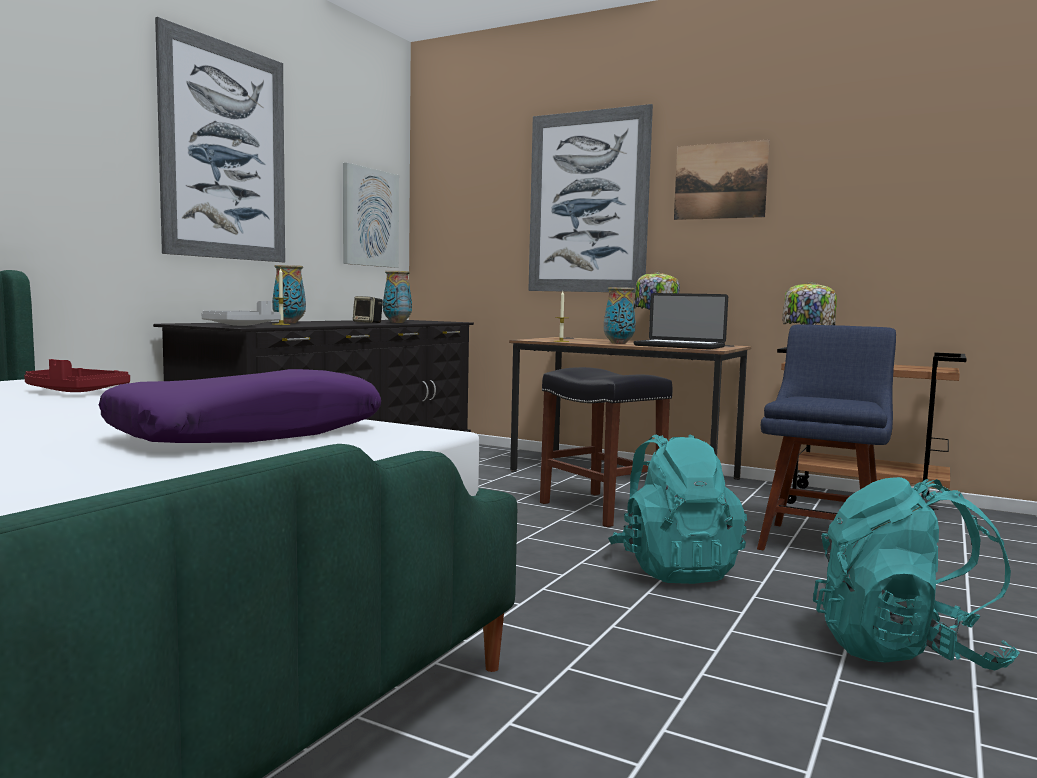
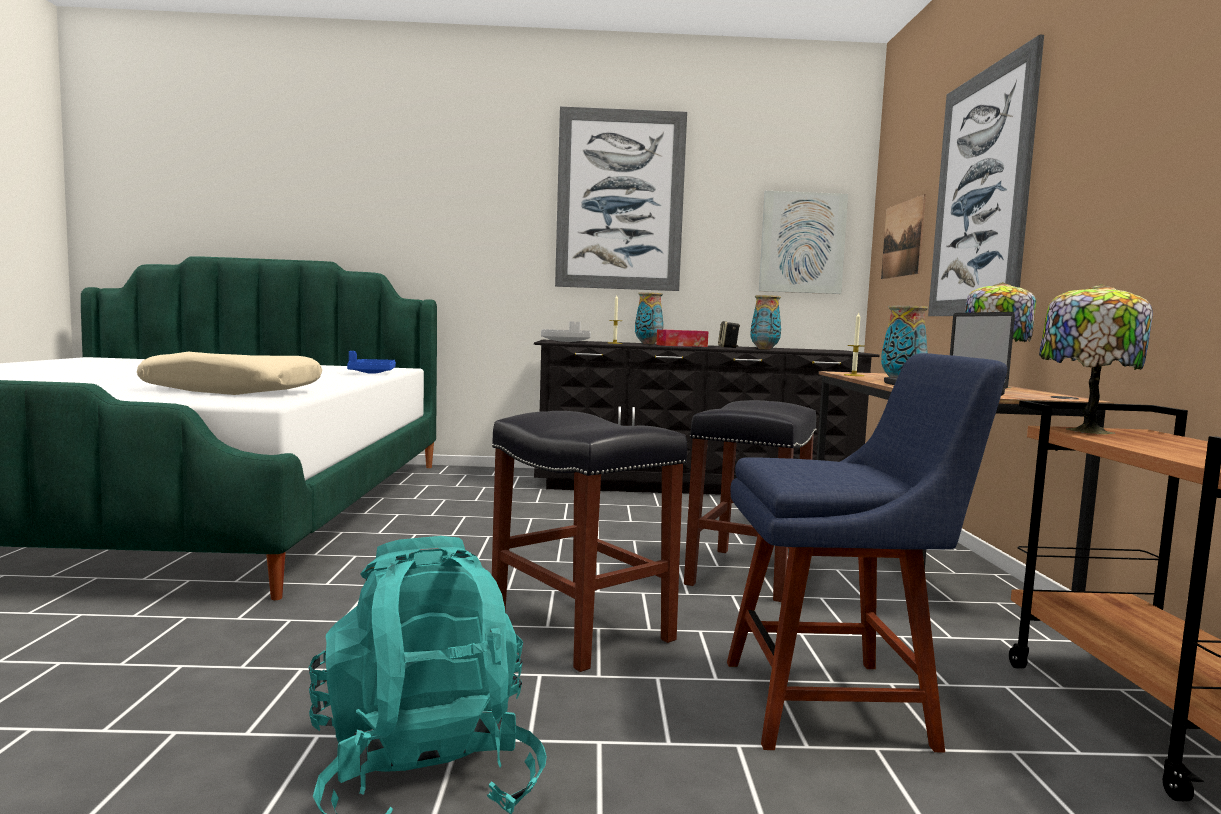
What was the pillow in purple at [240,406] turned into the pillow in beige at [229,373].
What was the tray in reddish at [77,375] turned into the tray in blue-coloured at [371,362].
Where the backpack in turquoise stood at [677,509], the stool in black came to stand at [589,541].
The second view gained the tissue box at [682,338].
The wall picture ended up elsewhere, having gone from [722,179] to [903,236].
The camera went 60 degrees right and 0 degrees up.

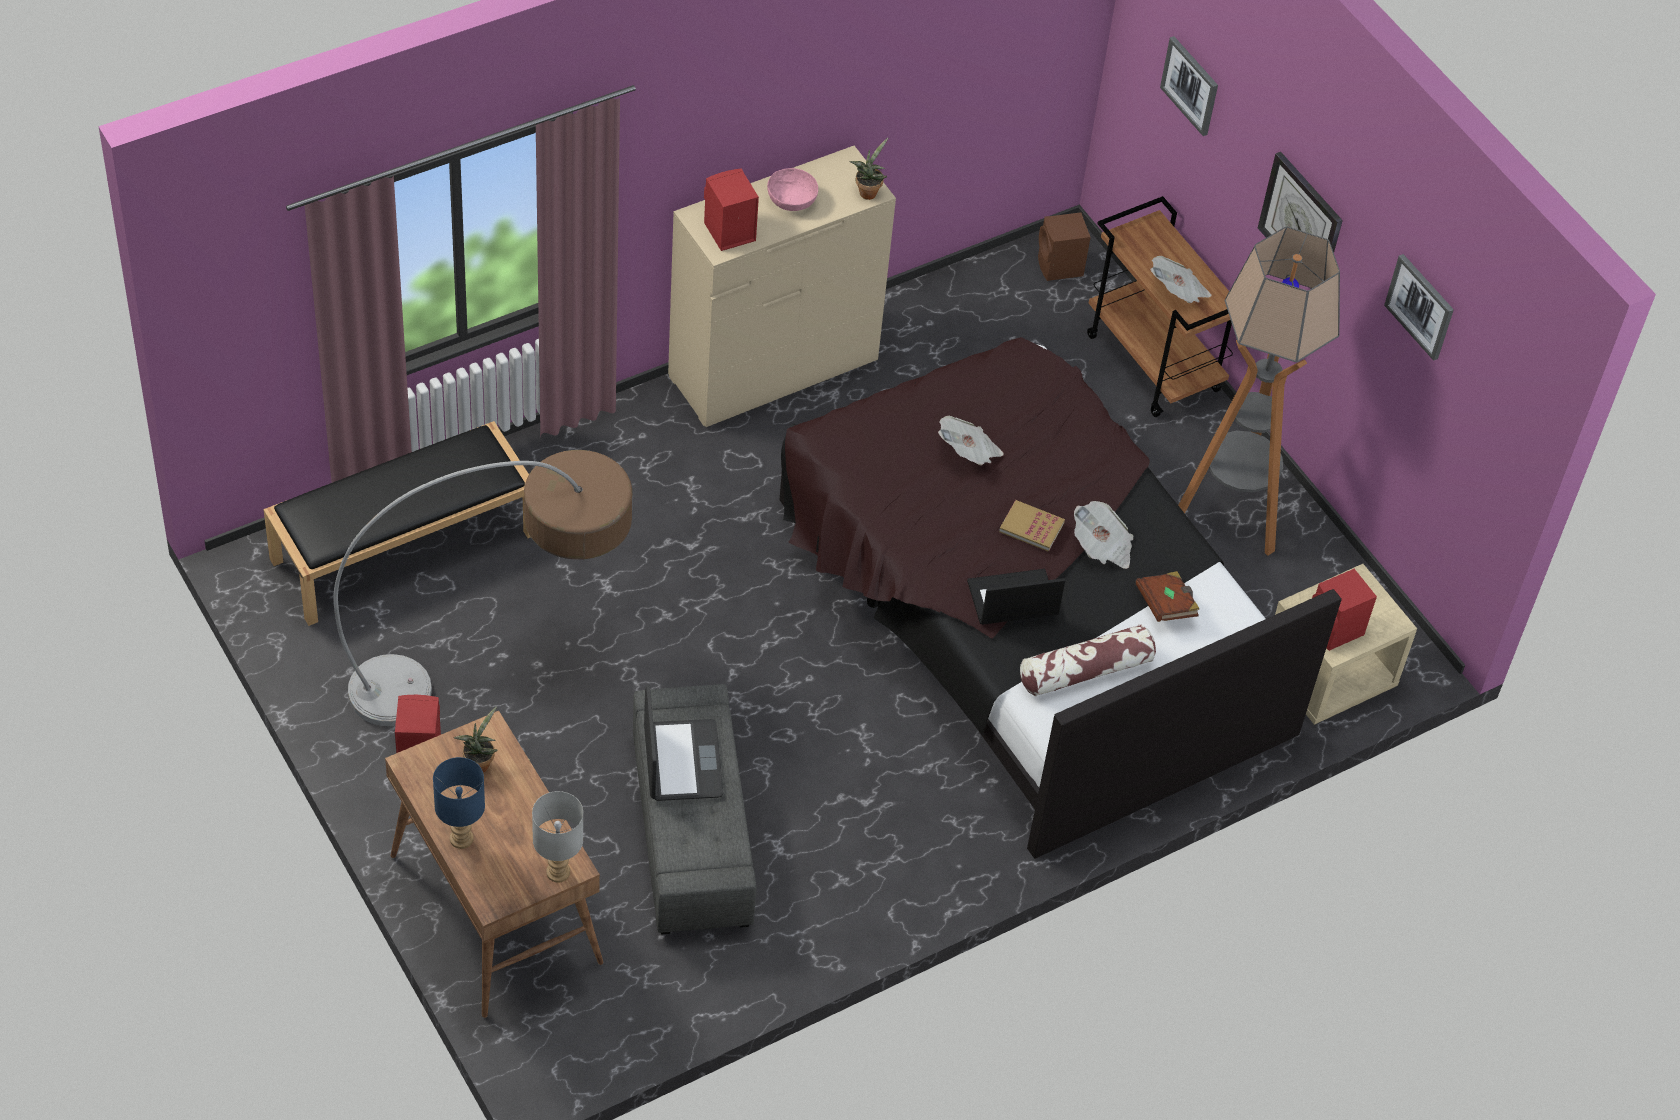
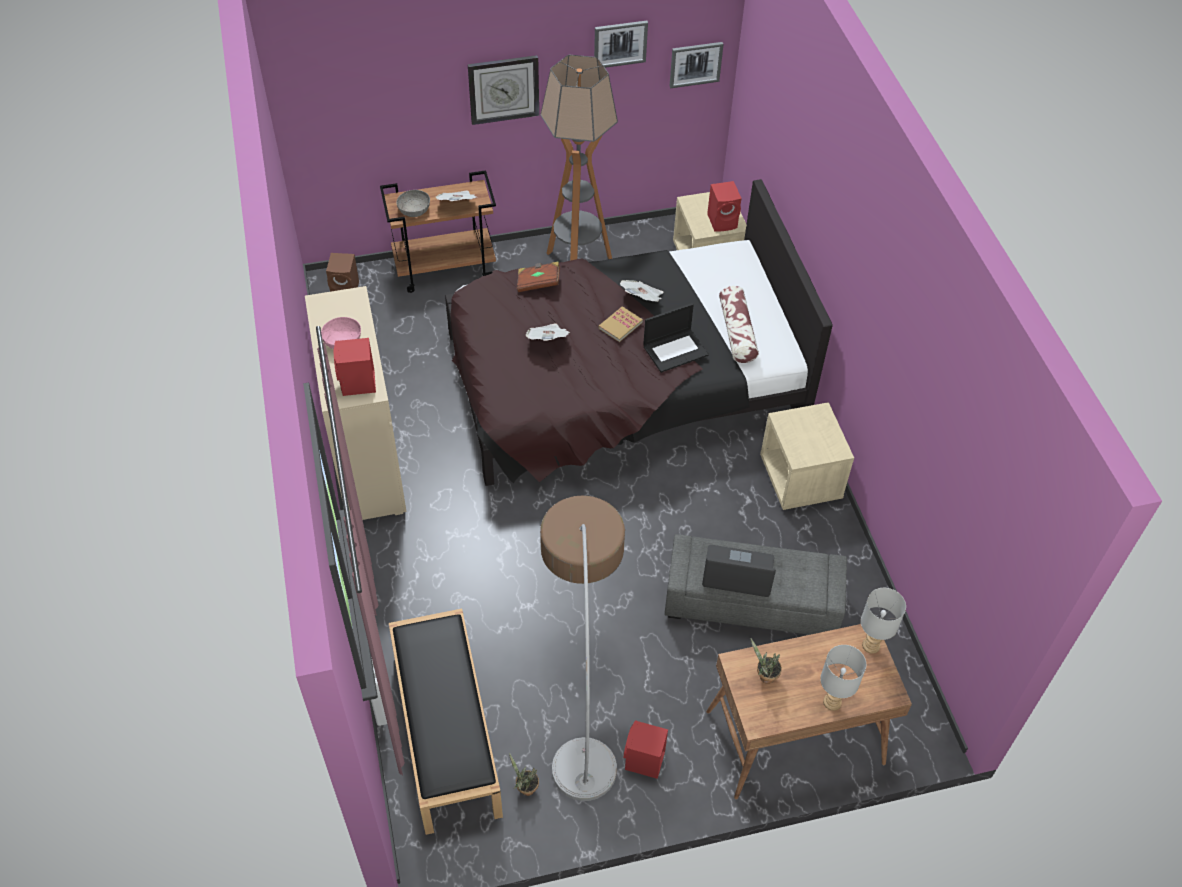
The second view gained the serving bowl in greyish at [413,203].
The potted plant ended up elsewhere, having gone from [869,169] to [524,774].
The volume in brownish ended up elsewhere, having gone from [1167,596] to [538,276].
The portable computer at [1016,597] ended up facing another way, 120 degrees counterclockwise from before.
The wall picture ended up elsewhere, having gone from [1189,86] to [696,65].
The second view gained the nightstand in beige at [807,456].
What was the tabletop lamp in blue-coloured at [459,803] turned into the tabletop lamp in greyish at [843,678].
The camera went 70 degrees left and 0 degrees up.

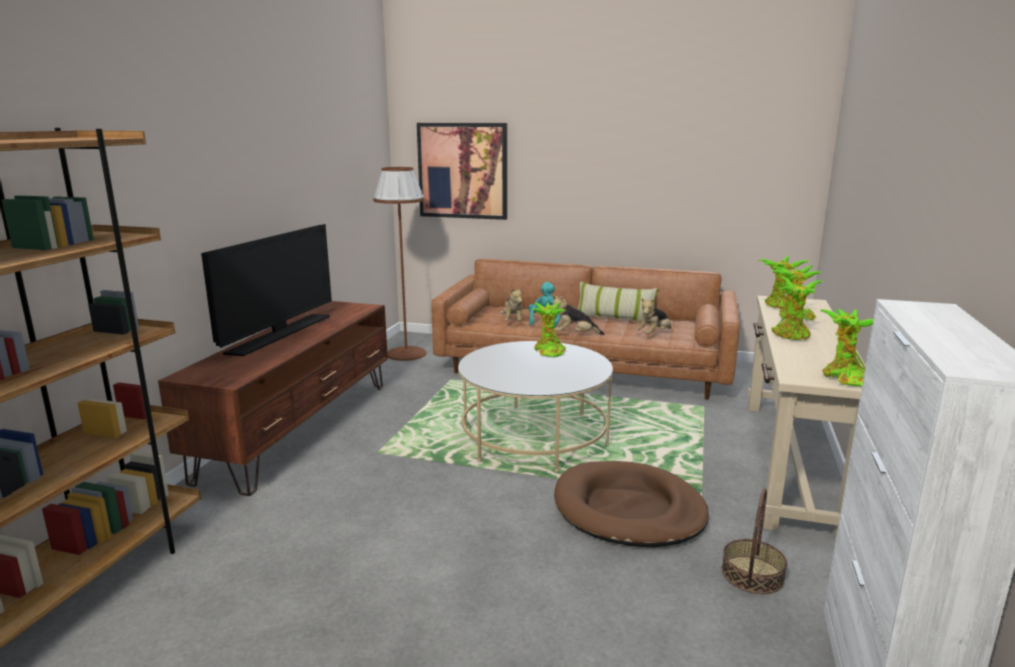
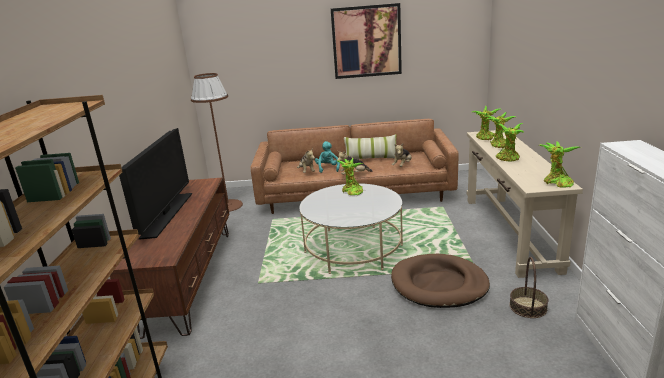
The wall picture ended up elsewhere, having gone from [462,171] to [366,41].
The camera went 15 degrees left and 5 degrees up.

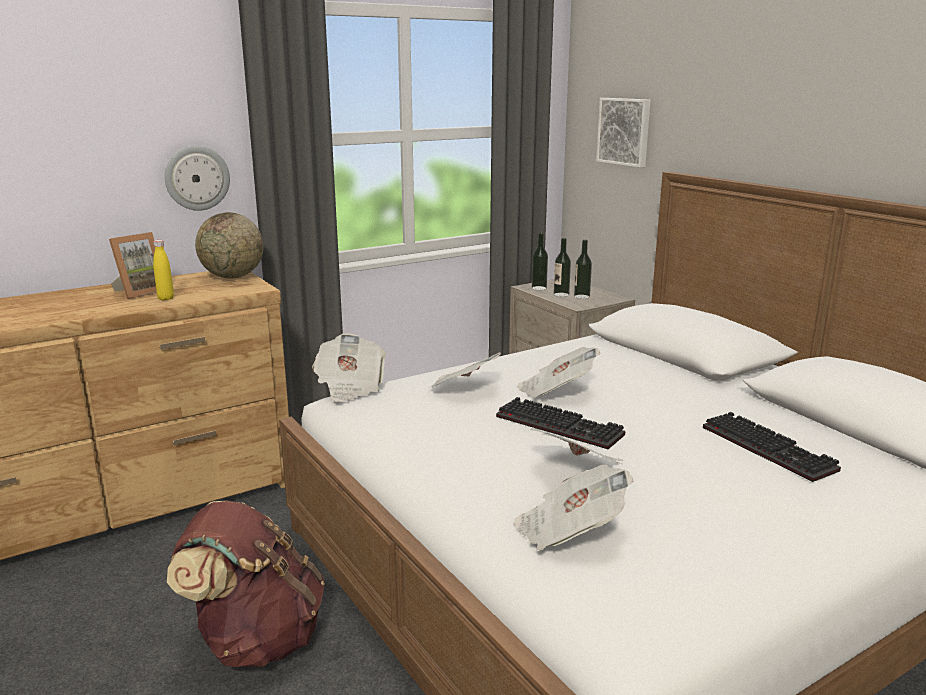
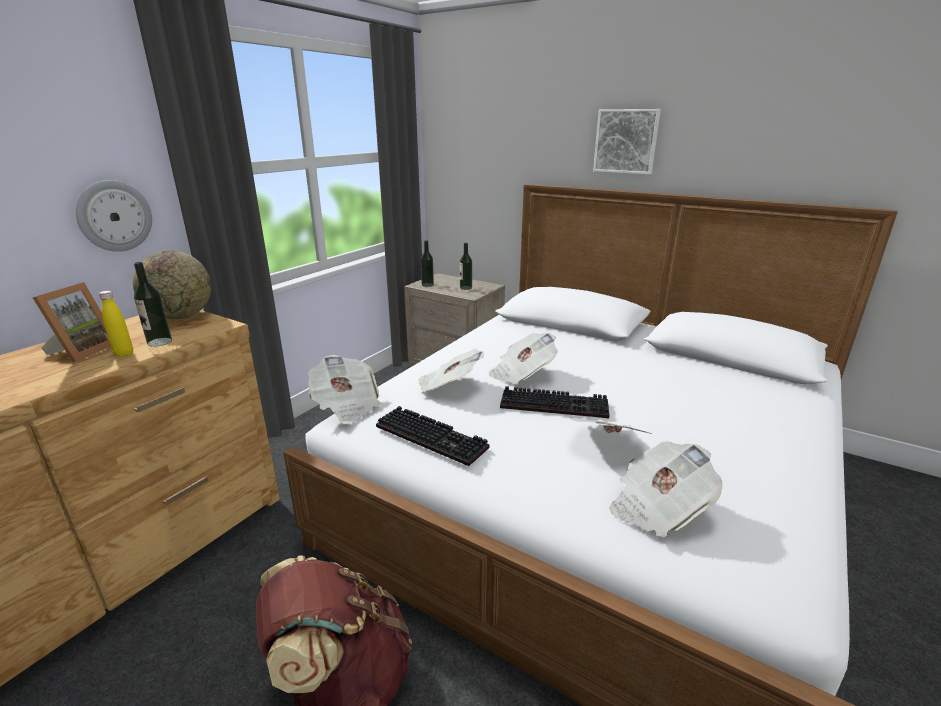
The drink bottle ended up elsewhere, having gone from [562,267] to [153,304].
The keyboard ended up elsewhere, having gone from [772,447] to [433,436].
The wall picture ended up elsewhere, having gone from [623,132] to [627,142].
The camera went 25 degrees left and 5 degrees up.

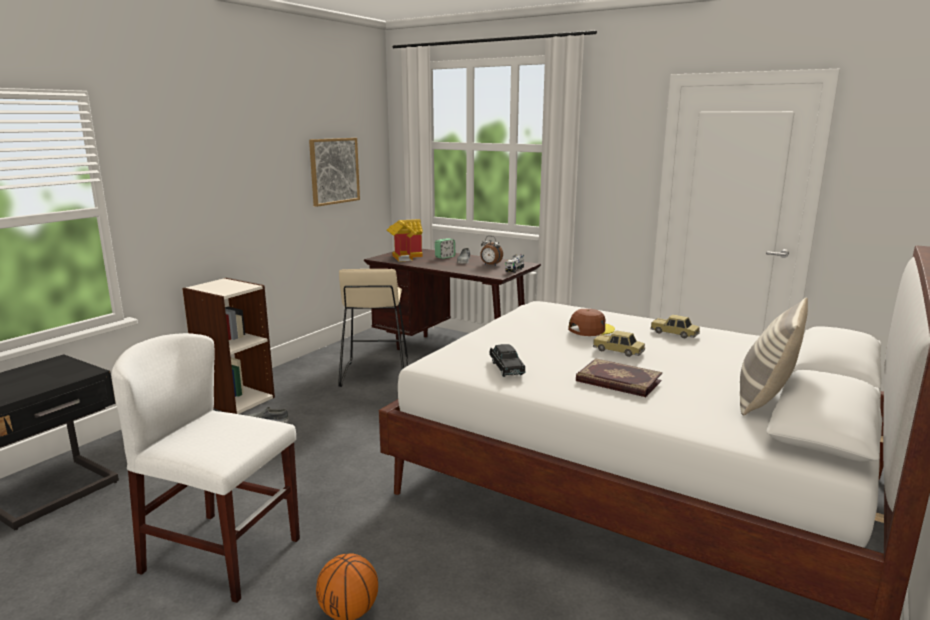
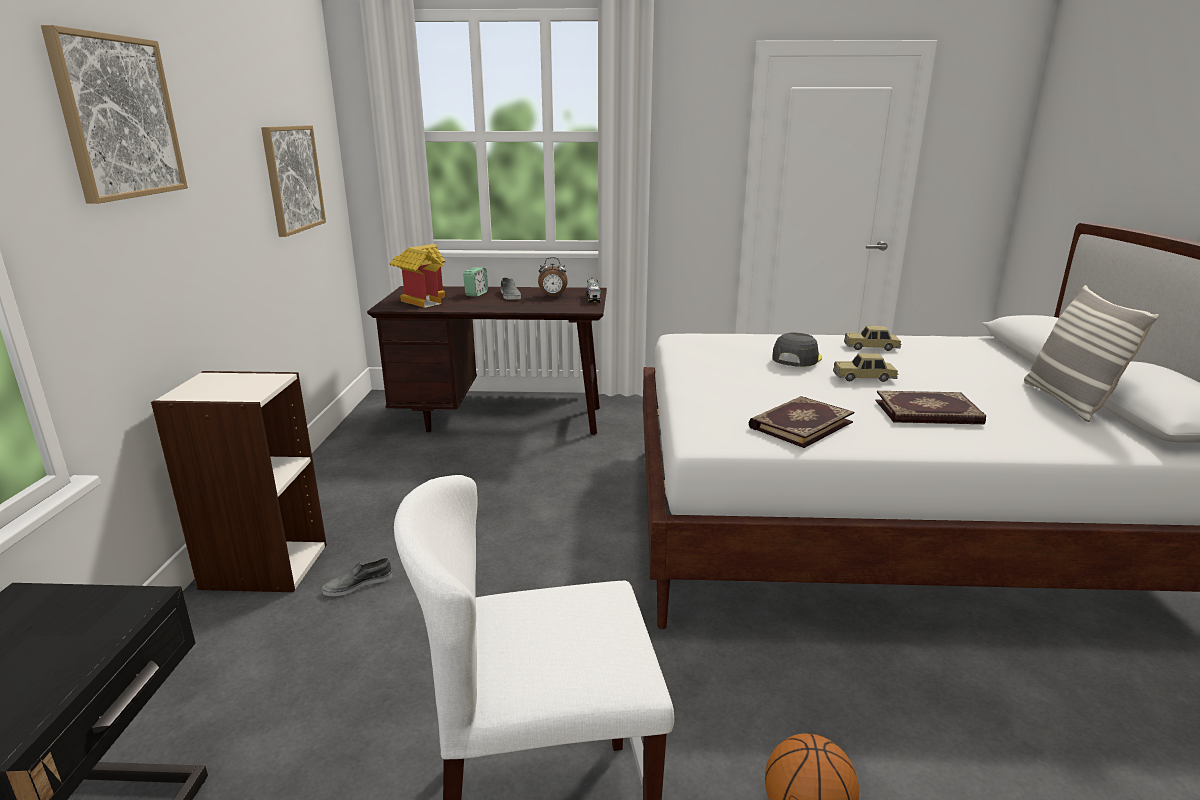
The second view gained the wall picture at [114,114].
Where the miniature car in black stood at [507,360], the volume came to stand at [801,422].
What was the cap in brownish at [591,322] turned into the cap in greyish at [797,350].
The second view lost the stool in beige at [373,328].
The camera went 30 degrees left and 5 degrees up.

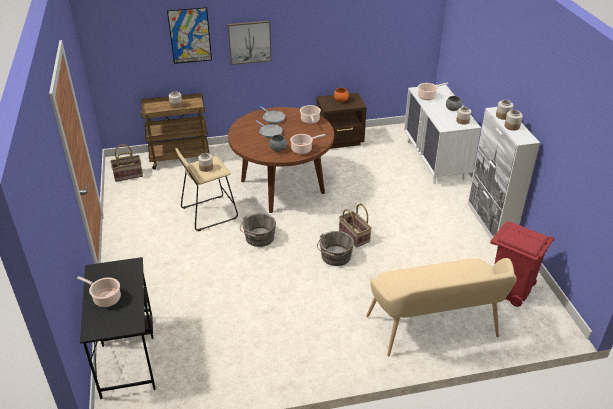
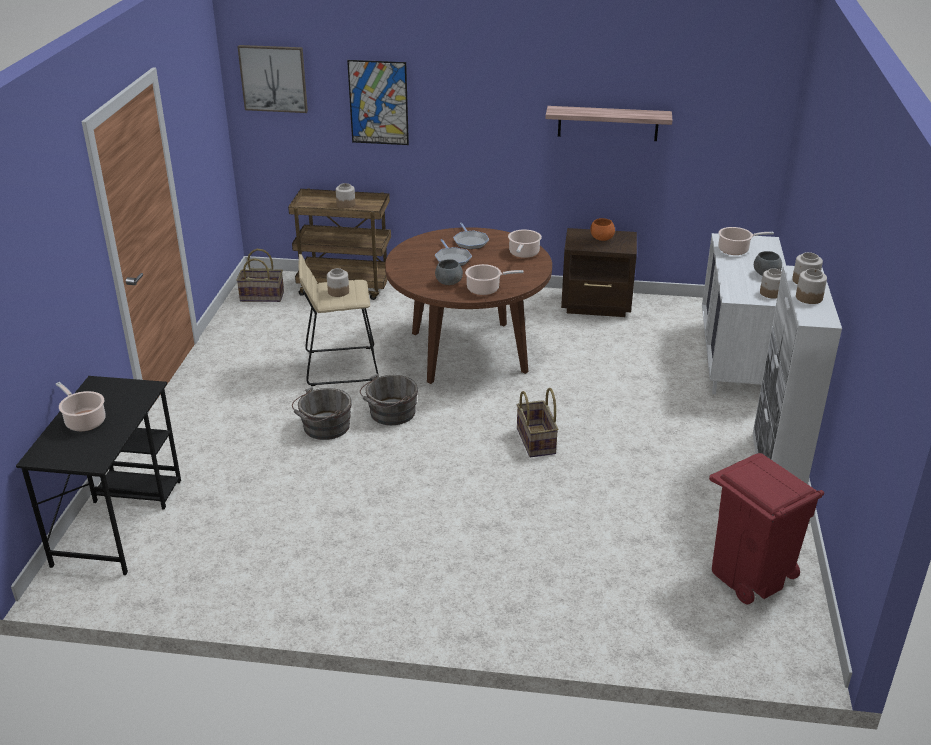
The wall picture ended up elsewhere, having gone from [249,43] to [272,79].
The pail in greyish ended up elsewhere, having gone from [335,248] to [322,413].
The second view gained the bracket shelf at [609,123].
The second view lost the long seat in beige at [441,307].
The camera went 20 degrees right and 5 degrees down.

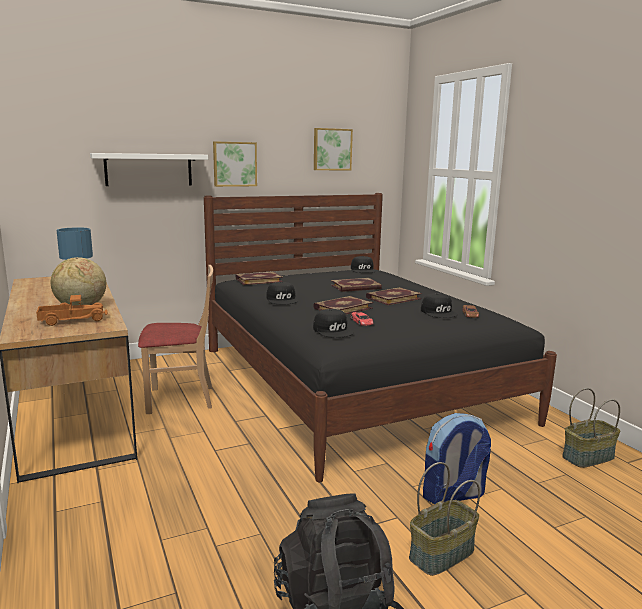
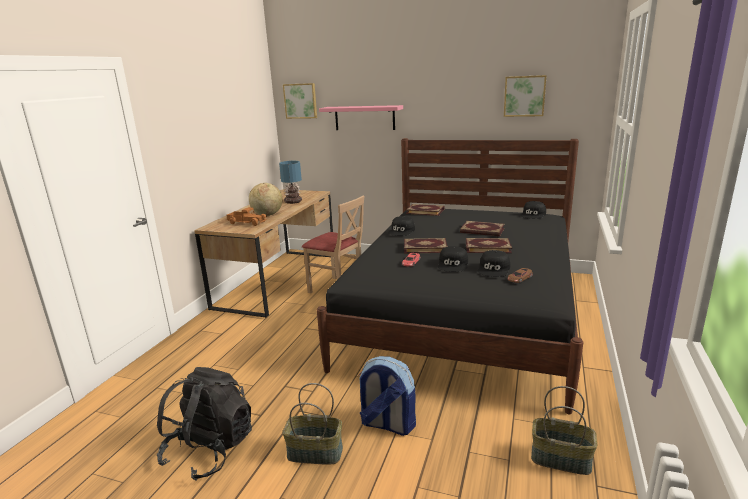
The wall picture ended up elsewhere, having gone from [235,164] to [300,101].
What was the bracket shelf in white at [149,169] turned into the bracket shelf in pink-coloured at [361,117].
The cap in black ended up elsewhere, having gone from [333,323] to [453,259].
The camera went 45 degrees right and 5 degrees up.

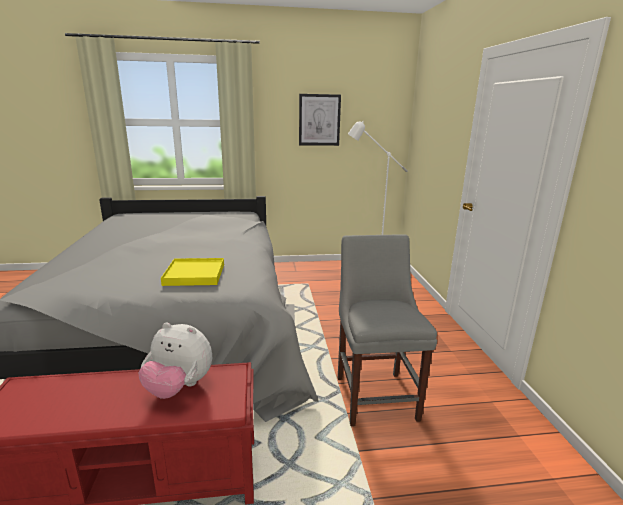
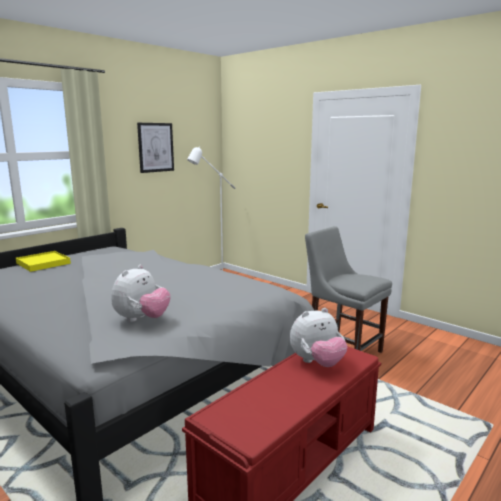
The tray in yellowish ended up elsewhere, having gone from [192,272] to [43,261].
The second view gained the plush toy at [141,293].
The camera went 40 degrees left and 5 degrees down.

